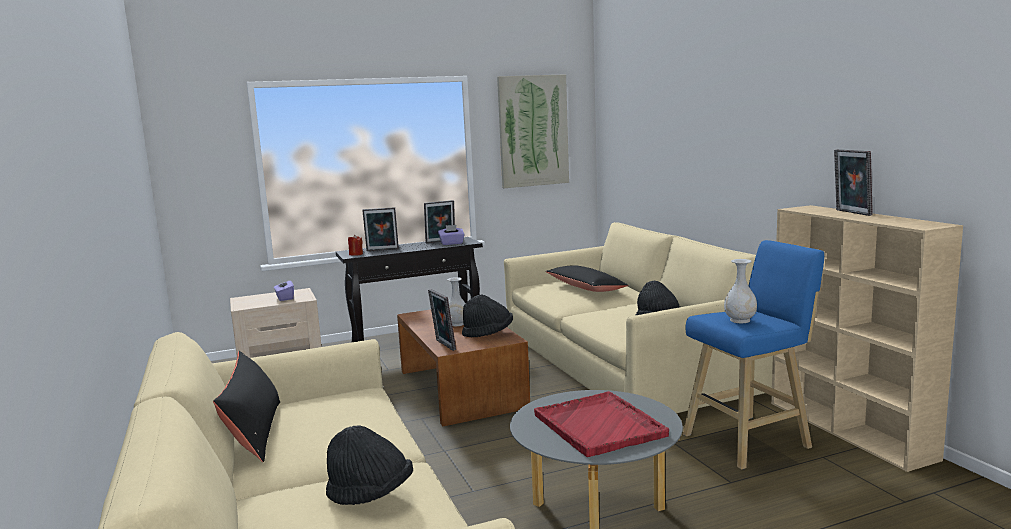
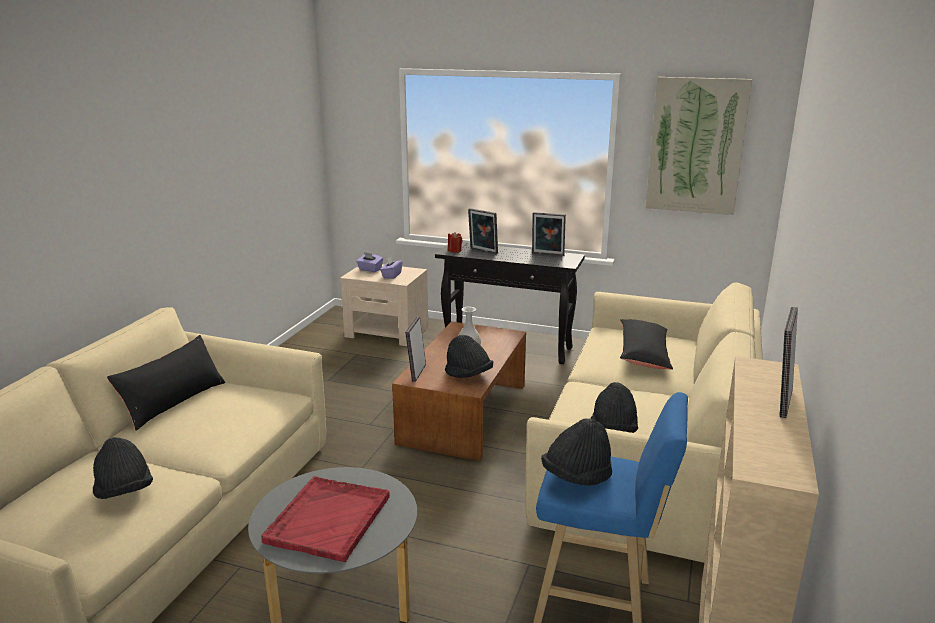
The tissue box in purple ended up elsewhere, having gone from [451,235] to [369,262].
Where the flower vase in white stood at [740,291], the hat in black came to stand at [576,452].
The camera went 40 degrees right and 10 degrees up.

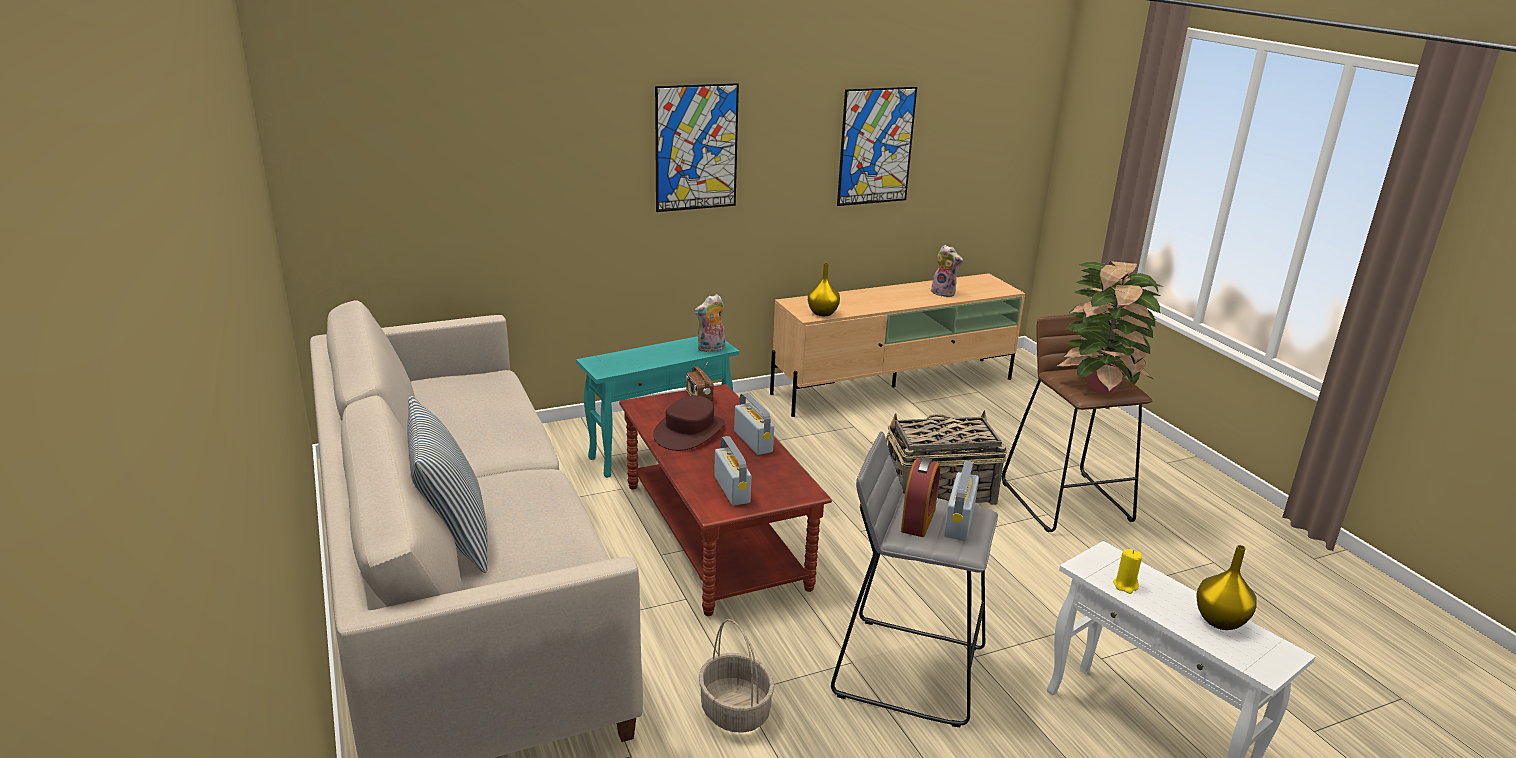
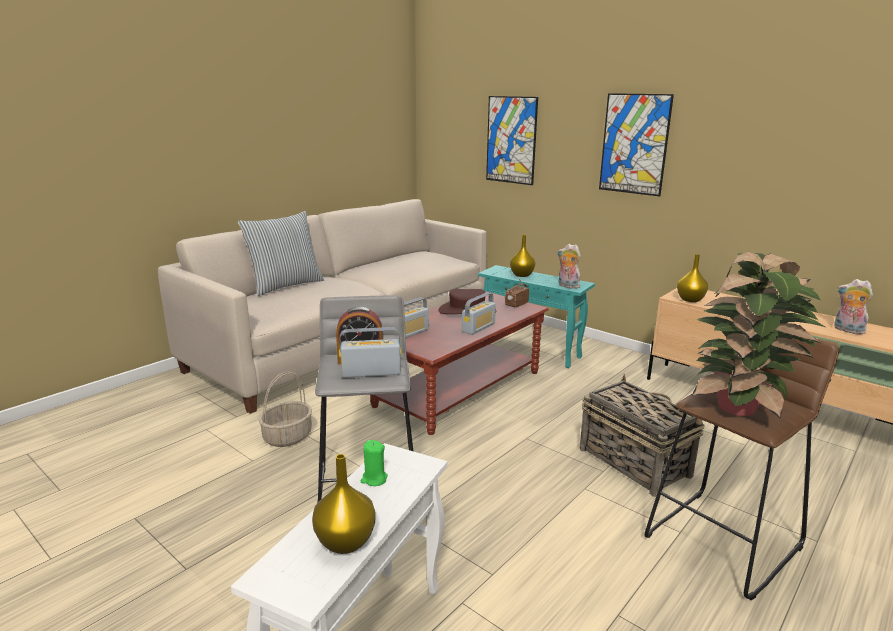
What was the wax light in yellowish at [1127,571] turned into the wax light in green at [374,463].
The wall picture ended up elsewhere, having gone from [877,146] to [512,140].
The second view gained the flower vase in yellowish at [522,256].
The plush toy at [947,271] ended up facing another way, 120 degrees clockwise from before.
The camera went 65 degrees right and 5 degrees down.

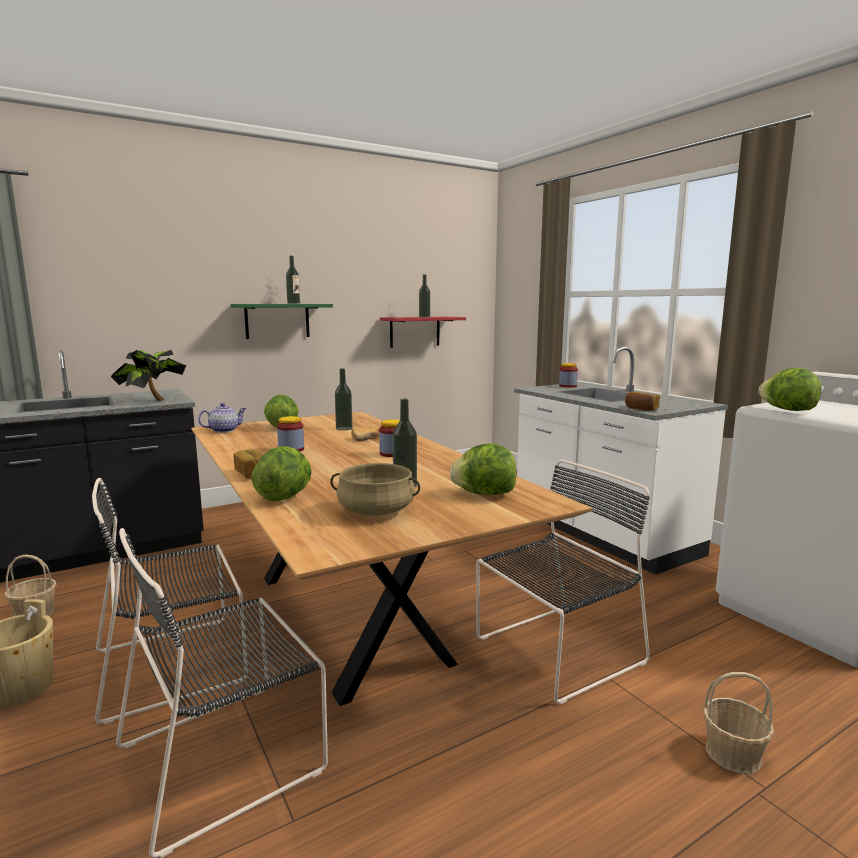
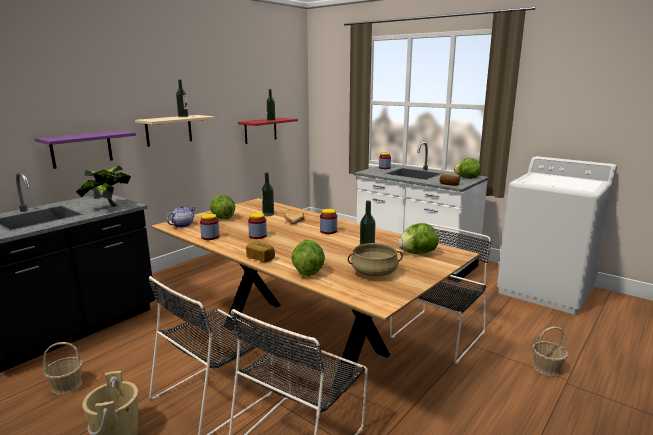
The second view gained the bracket shelf in purple at [85,149].
What was the bracket shelf in green at [282,321] turned into the bracket shelf in beige at [175,131].
The second view gained the jar at [209,227].
The head of lettuce ended up elsewhere, having gone from [789,389] to [467,168].
The camera went 20 degrees left and 5 degrees up.

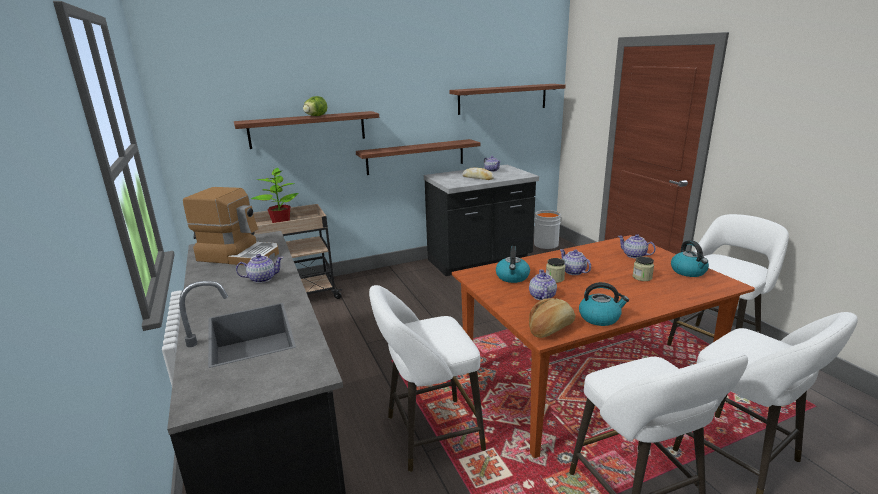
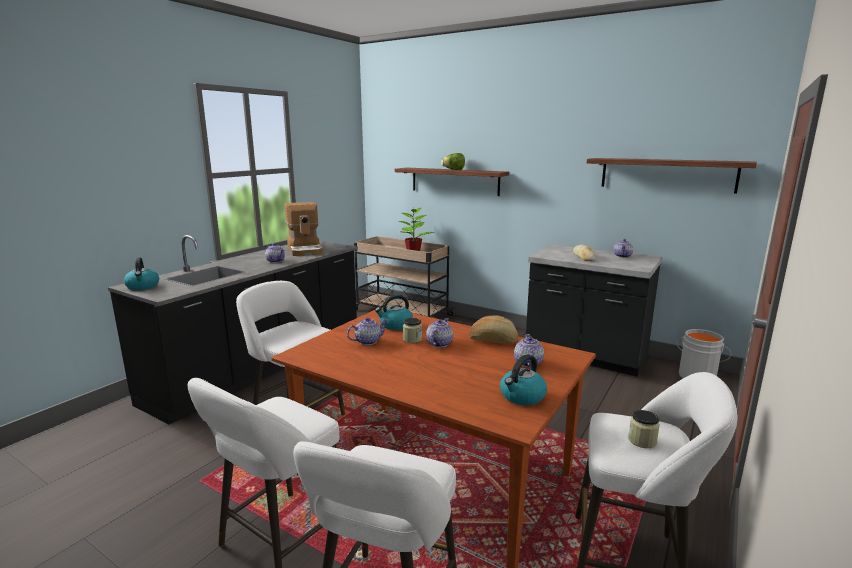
The water kettle ended up elsewhere, having gone from [604,304] to [141,273].
The bread ended up elsewhere, having gone from [552,318] to [493,329].
The jar ended up elsewhere, having gone from [643,268] to [644,429].
The second view lost the bracket shelf at [418,157].
The camera went 55 degrees right and 5 degrees down.

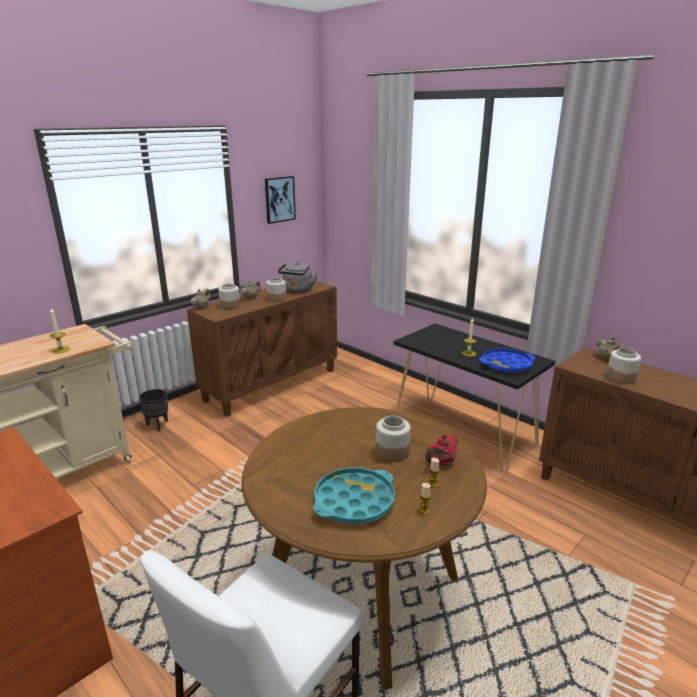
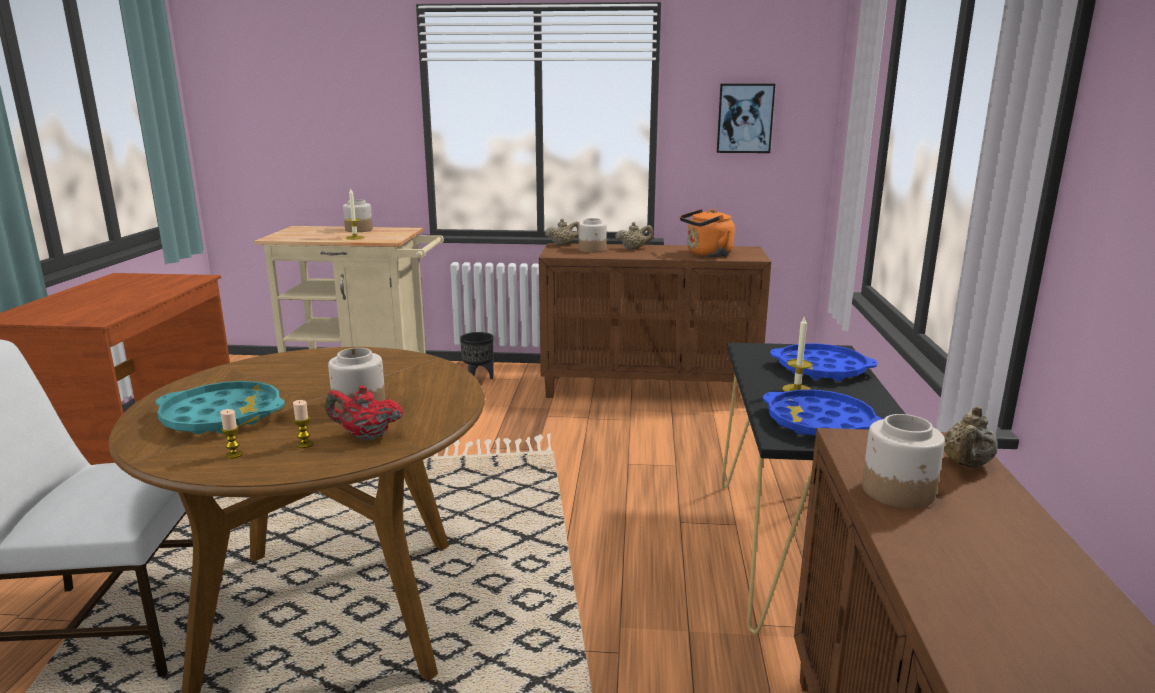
The jar ended up elsewhere, having gone from [276,289] to [358,216].
What was the water kettle in greyish at [297,277] turned into the water kettle in orange-coloured at [707,233].
The second view gained the tray in blue-coloured at [823,362].
The camera went 50 degrees right and 5 degrees down.

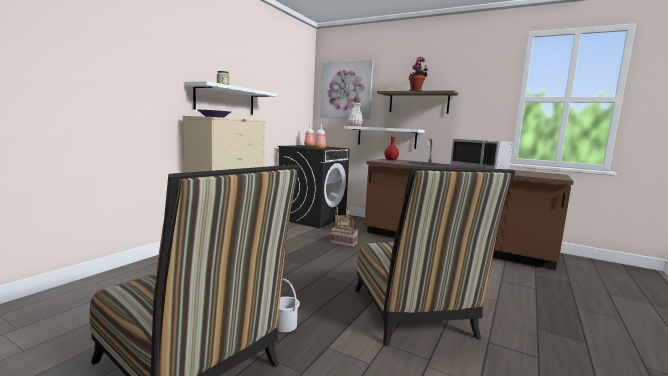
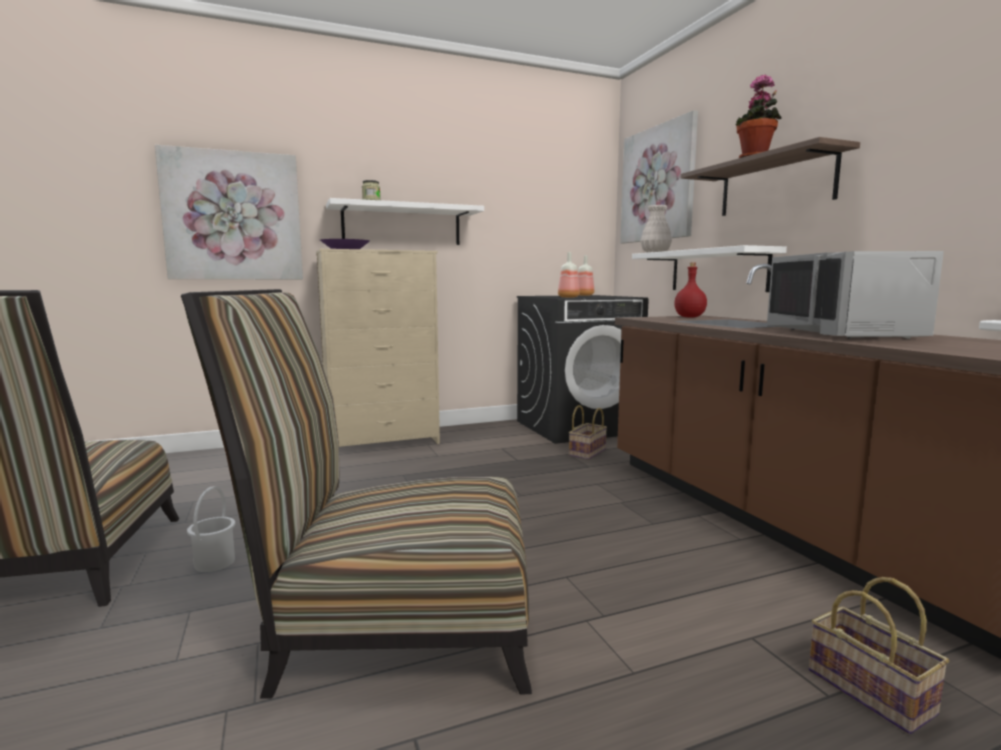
The second view gained the wall picture at [229,212].
The chair at [435,256] ended up facing another way, 60 degrees clockwise from before.
The household basket ended up elsewhere, having gone from [344,231] to [879,655].
The camera went 40 degrees right and 0 degrees up.

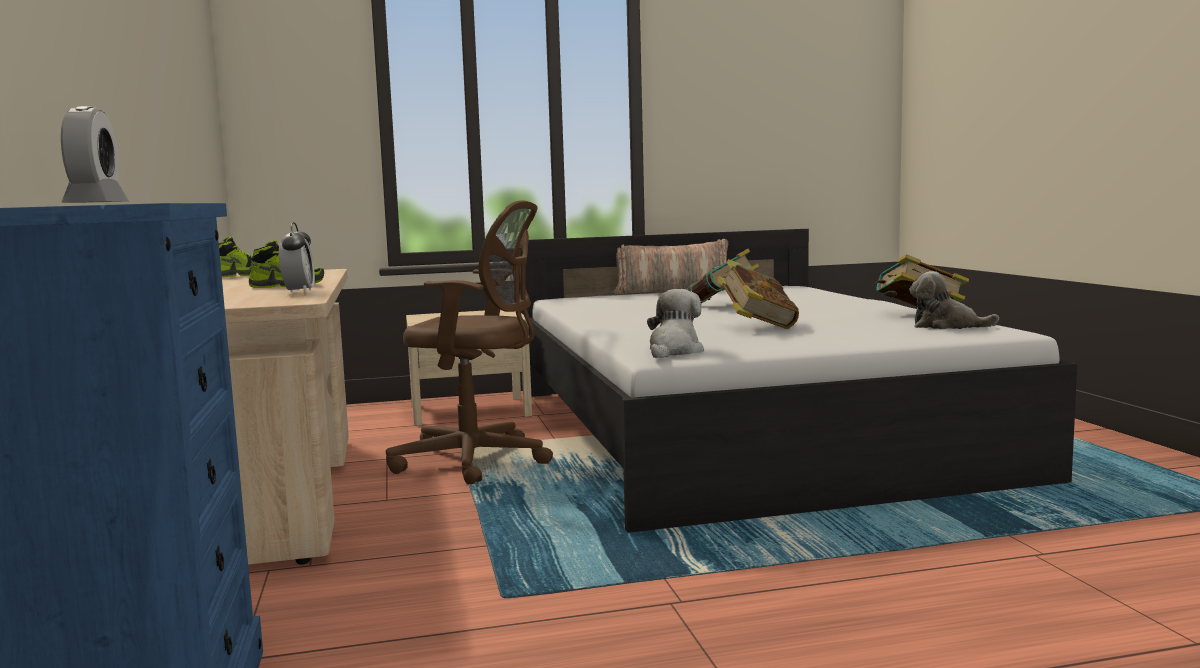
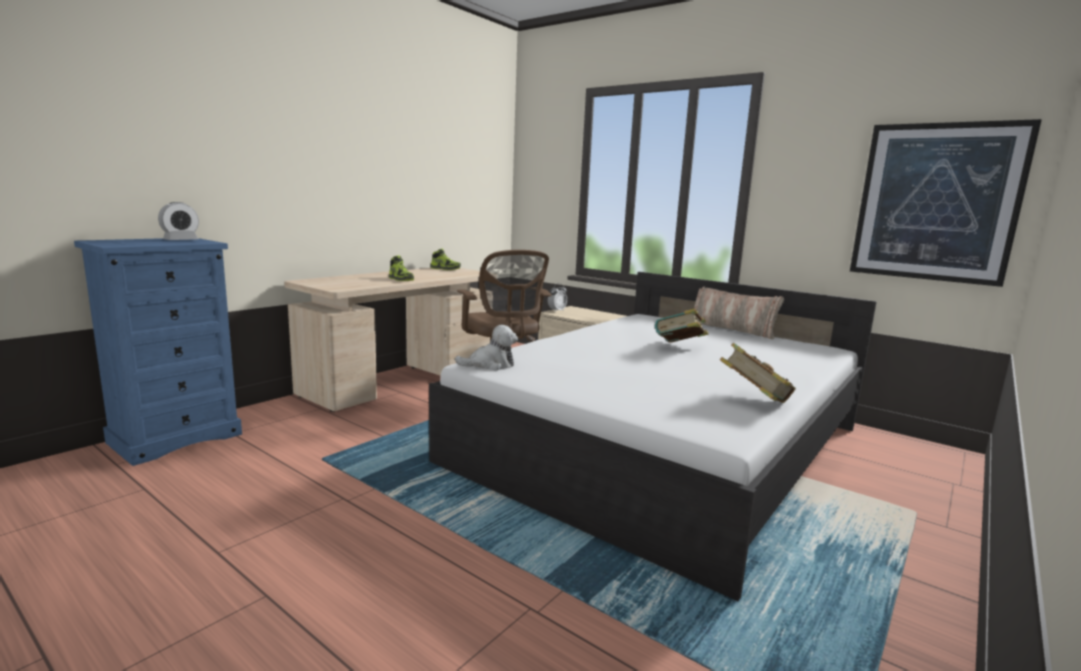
The bedside clock ended up elsewhere, having gone from [297,257] to [557,297].
The second view gained the wall picture at [946,203].
The second view lost the volume at [758,294].
The second view lost the plush toy at [954,300].
The camera went 50 degrees right and 5 degrees up.

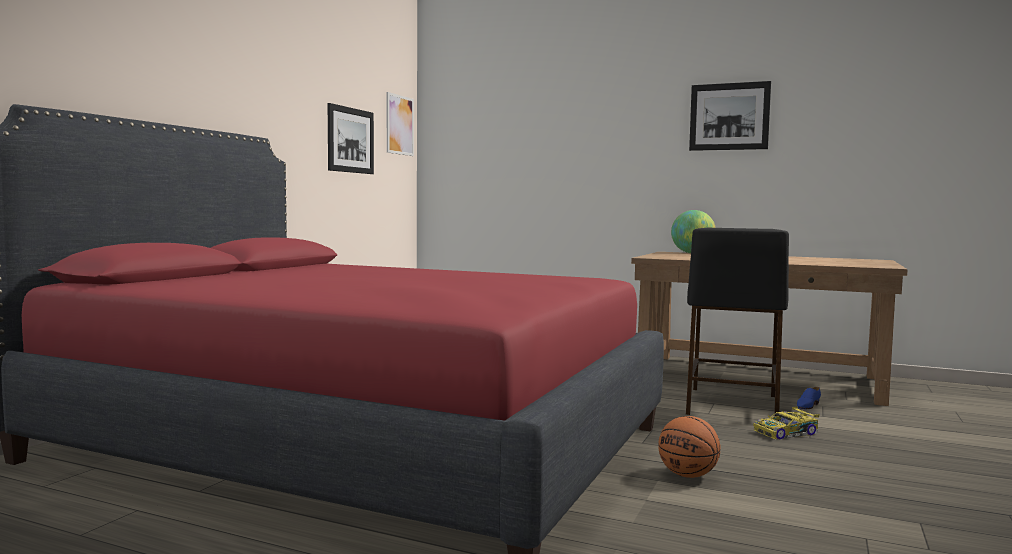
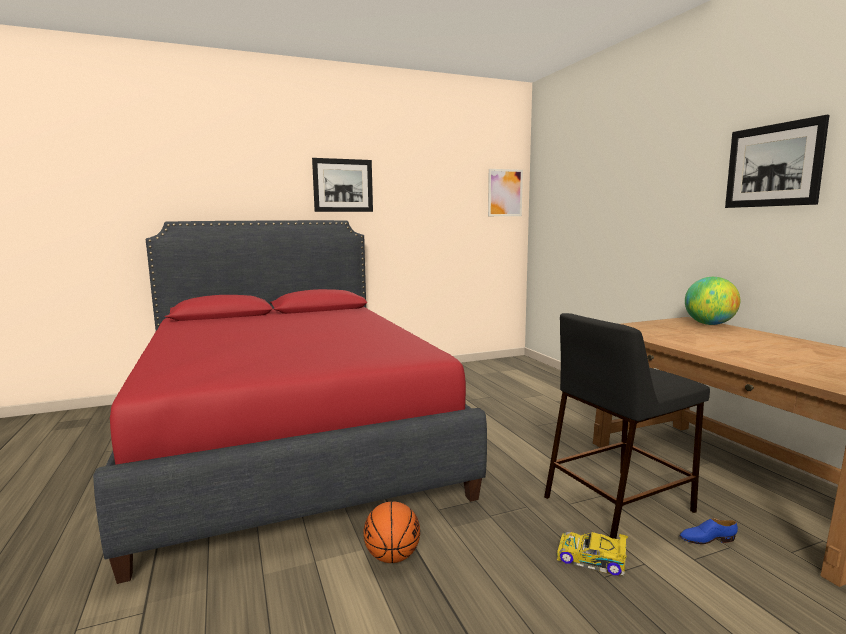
The wall picture ended up elsewhere, having gone from [351,138] to [342,185].
The camera went 45 degrees right and 5 degrees up.

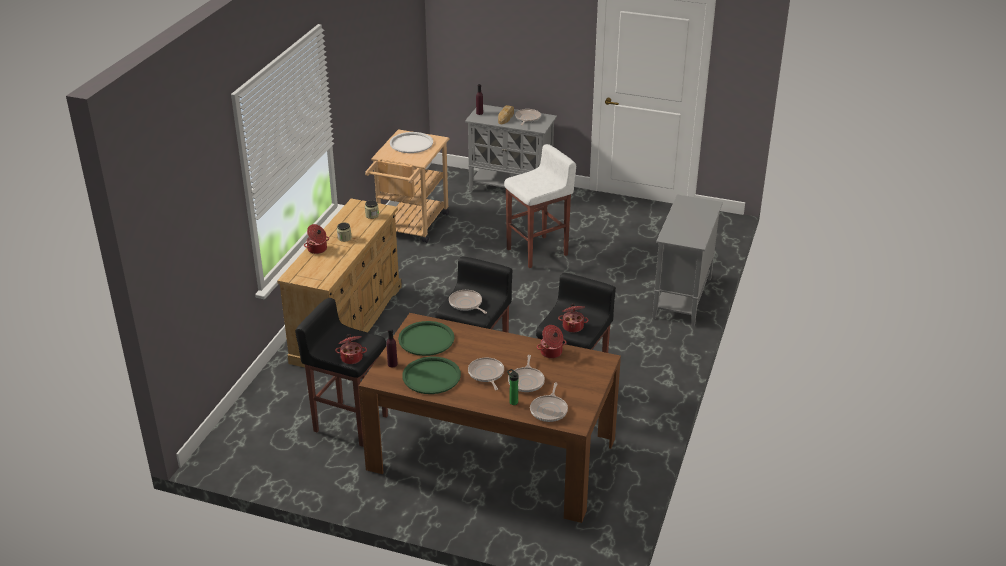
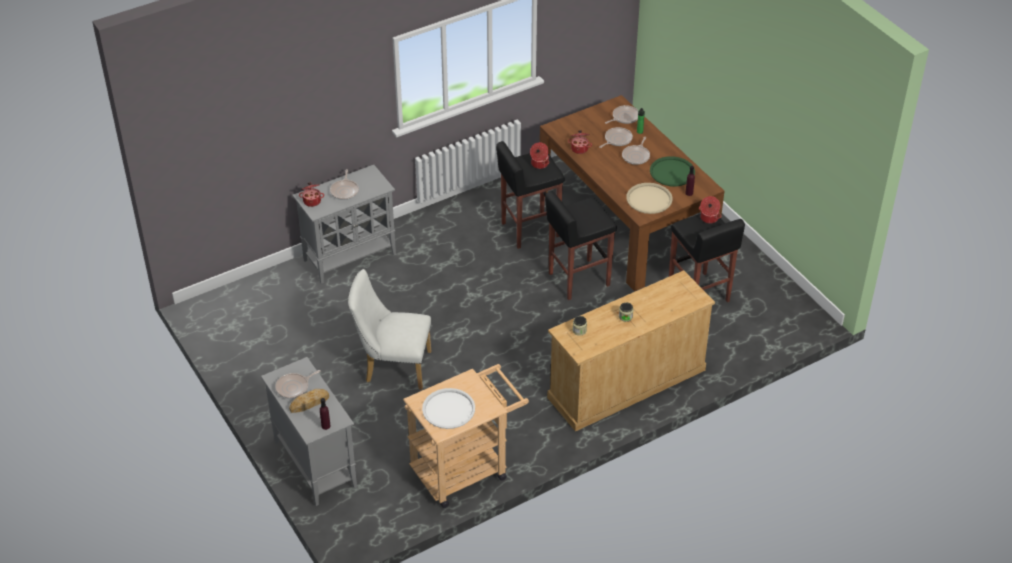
The stockpot ended up elsewhere, having gone from [316,239] to [311,194].
The skillet ended up elsewhere, having gone from [468,302] to [344,185].
Where the stool in white stood at [540,206], the chair in white came to stand at [389,329].
What was the tray in green at [426,338] turned into the tray in beige at [649,198].
The camera went 140 degrees left and 10 degrees up.

